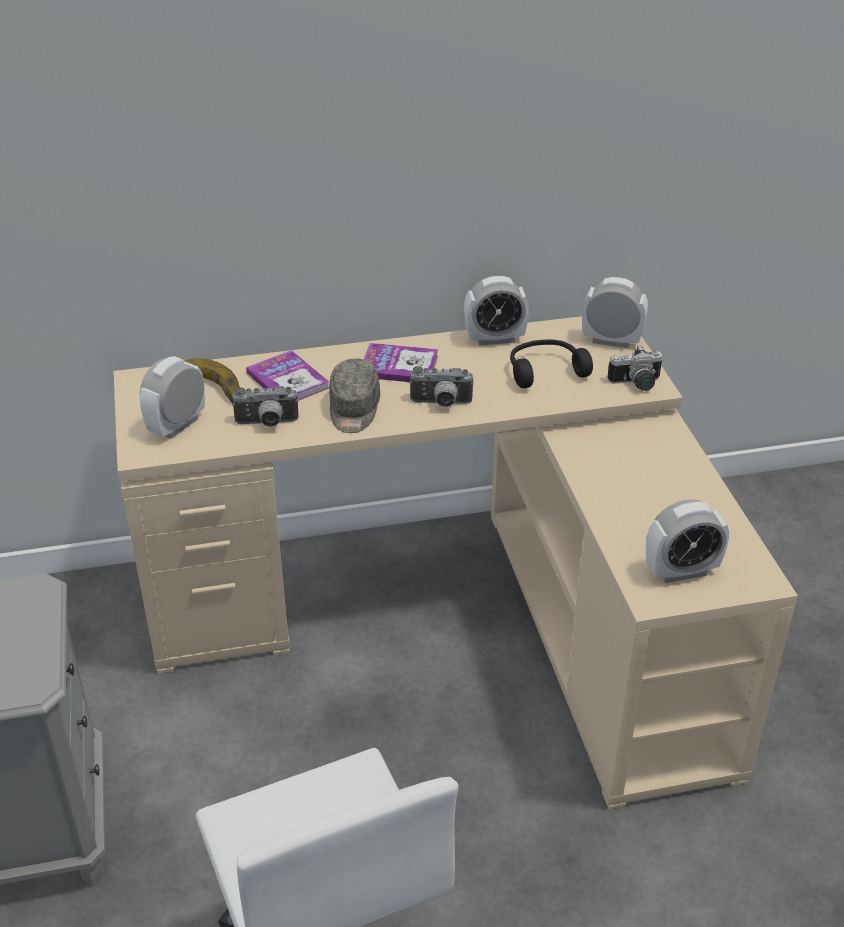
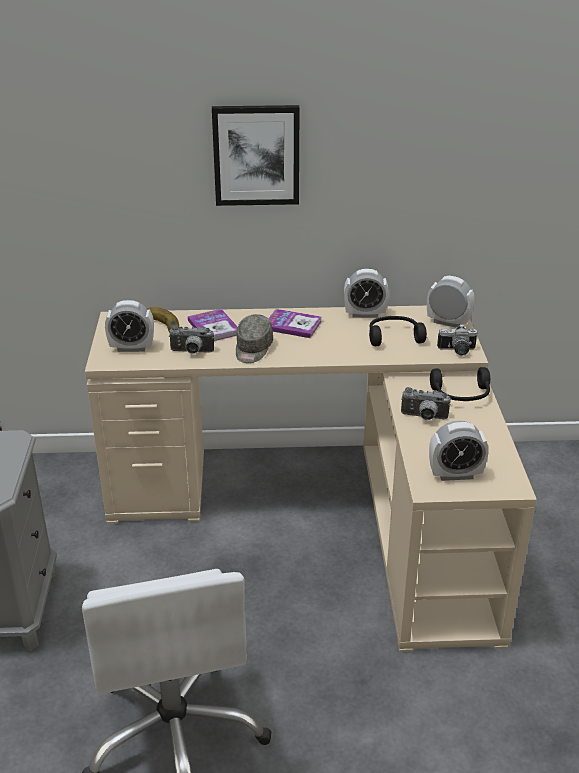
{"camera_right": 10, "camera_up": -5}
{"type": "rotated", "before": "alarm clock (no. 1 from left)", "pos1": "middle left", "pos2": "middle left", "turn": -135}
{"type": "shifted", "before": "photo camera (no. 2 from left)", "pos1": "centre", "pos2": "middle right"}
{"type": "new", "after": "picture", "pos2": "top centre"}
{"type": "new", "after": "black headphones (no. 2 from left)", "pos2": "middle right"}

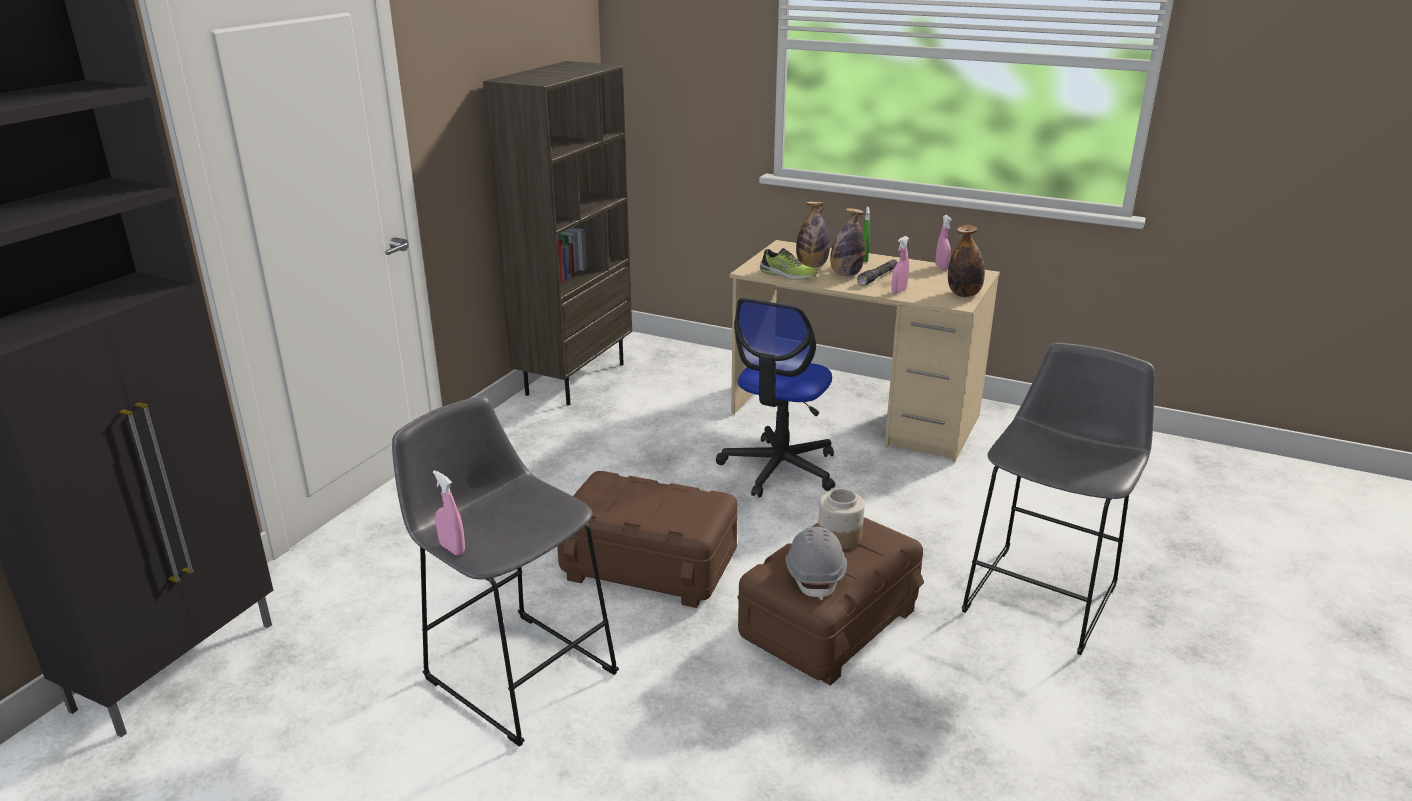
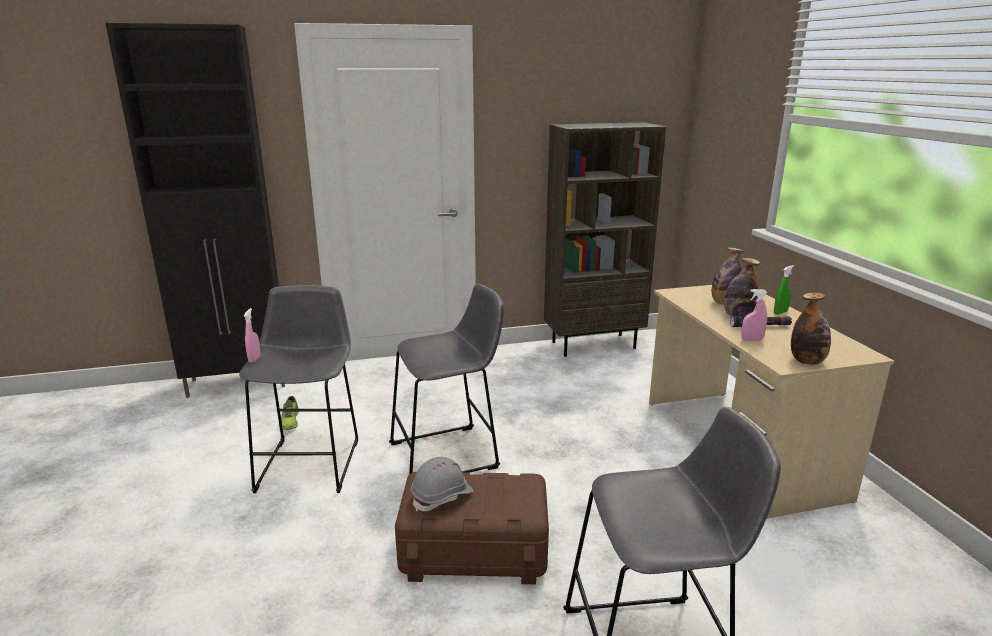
{"camera_right": 50, "camera_up": -5}
{"type": "gone", "before": "pink spray bottle (no. 3 from left)", "pos1": "top right"}
{"type": "shifted", "before": "shoe", "pos1": "top centre", "pos2": "middle left"}
{"type": "gone", "before": "office chair", "pos1": "centre"}
{"type": "swapped", "before": "brown storage box (no. 1 from left)", "after": "grey stool (no. 2 from left)", "pos1": "bottom centre", "pos2": "centre"}
{"type": "gone", "before": "jar", "pos1": "centre"}

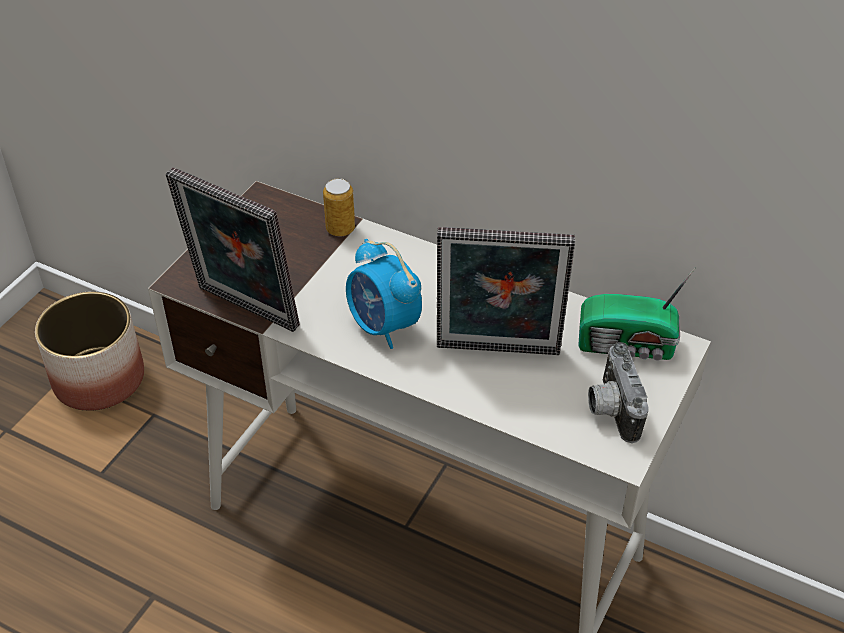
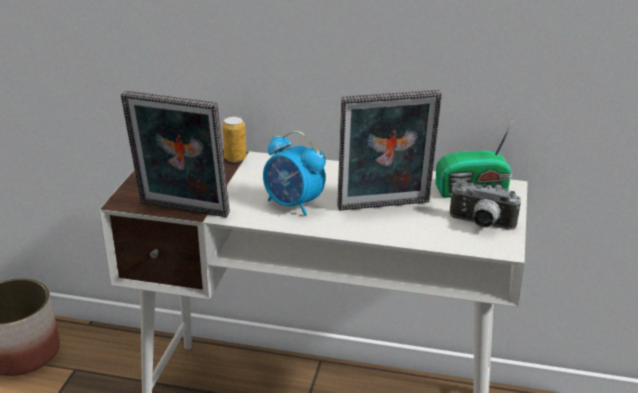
{"camera_right": -15, "camera_up": -15}
{"type": "rotated", "before": "photo camera", "pos1": "middle right", "pos2": "middle right", "turn": -45}

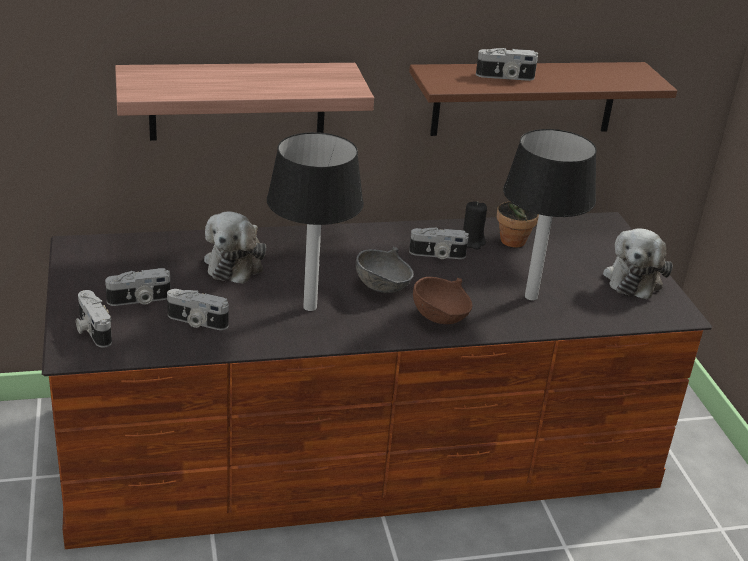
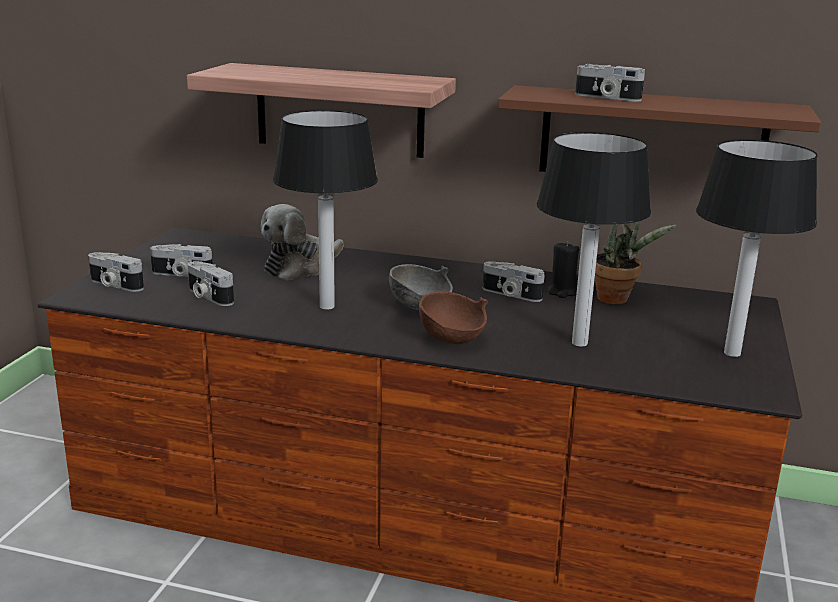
{"camera_right": 30, "camera_up": -10}
{"type": "swapped", "before": "plush toy (no. 2 from left)", "after": "table lamp (no. 3 from left)", "pos1": "middle right", "pos2": "middle right"}
{"type": "rotated", "before": "photo camera (no. 1 from left)", "pos1": "middle left", "pos2": "middle left", "turn": -60}

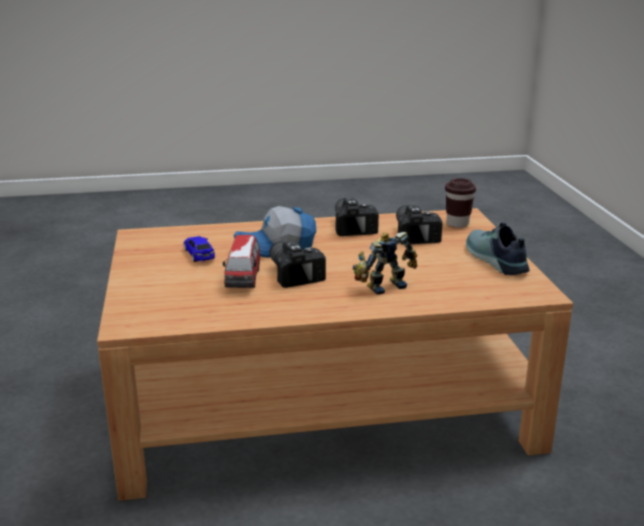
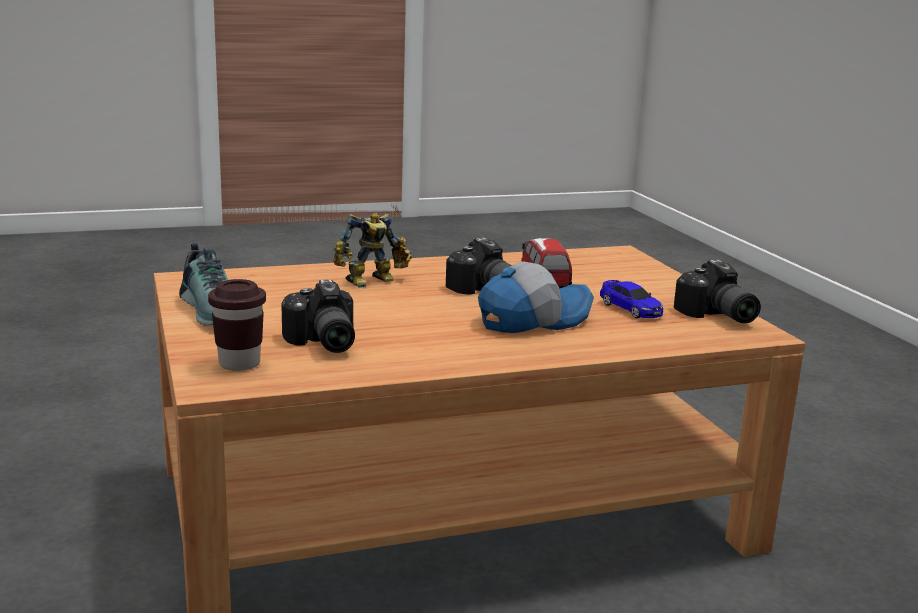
{"camera_right": 170, "camera_up": -5}
{"type": "shifted", "before": "photo camera (no. 2 from left in the first image)", "after": "photo camera (no. 3 from left)", "pos1": "centre", "pos2": "middle right"}

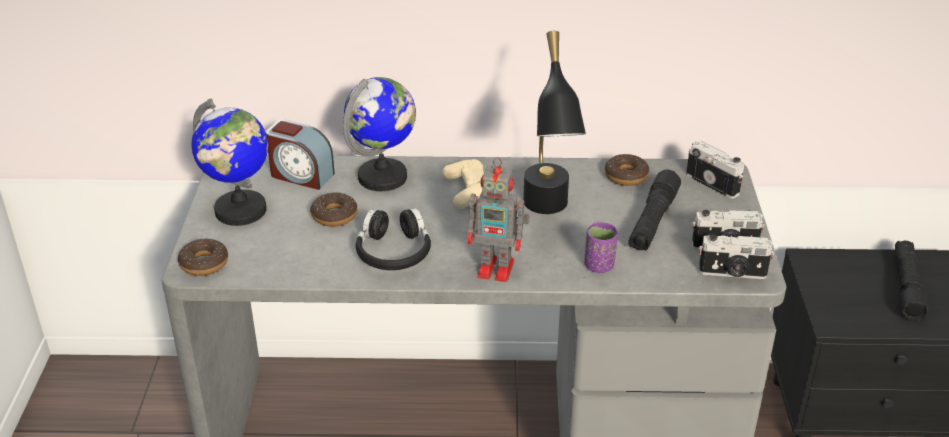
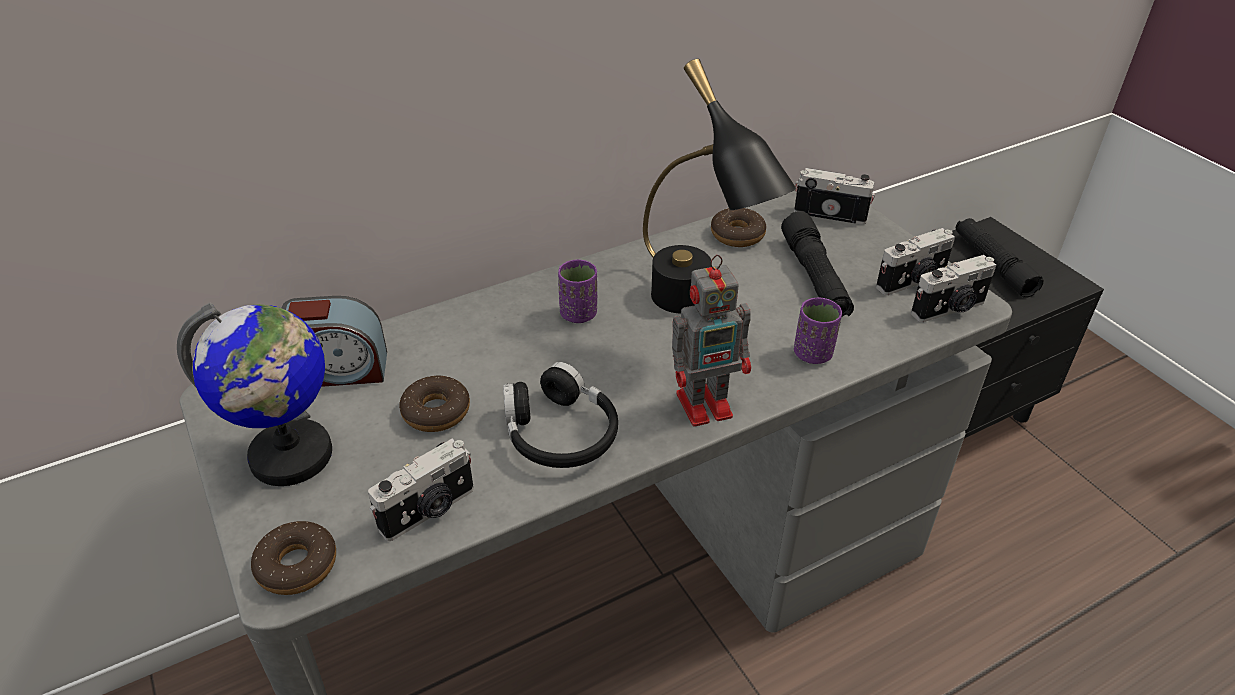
{"camera_right": -30, "camera_up": 5}
{"type": "gone", "before": "globe (no. 2 from left)", "pos1": "top centre"}
{"type": "swapped", "before": "beige game controller", "after": "purple cup (no. 1 from left)", "pos1": "centre", "pos2": "centre"}
{"type": "new", "after": "photo camera (no. 1 from left)", "pos2": "bottom centre"}

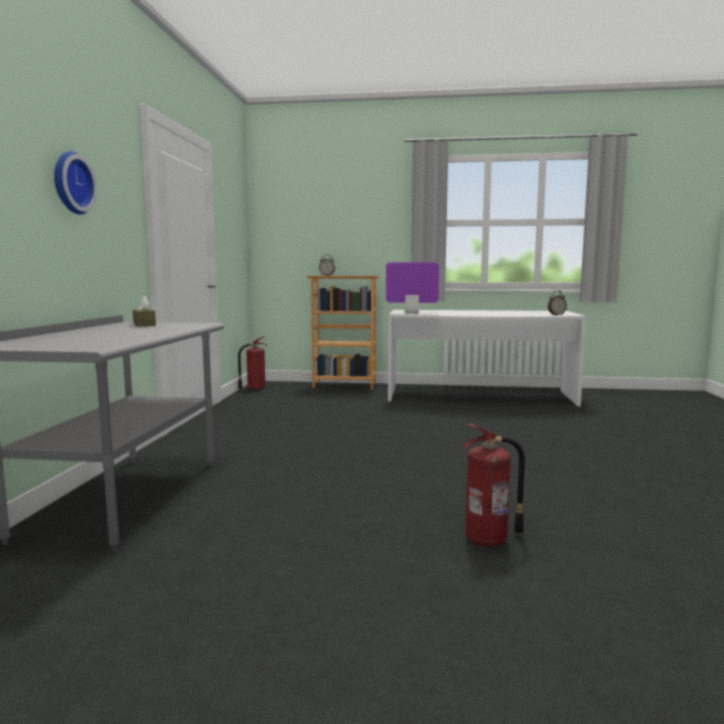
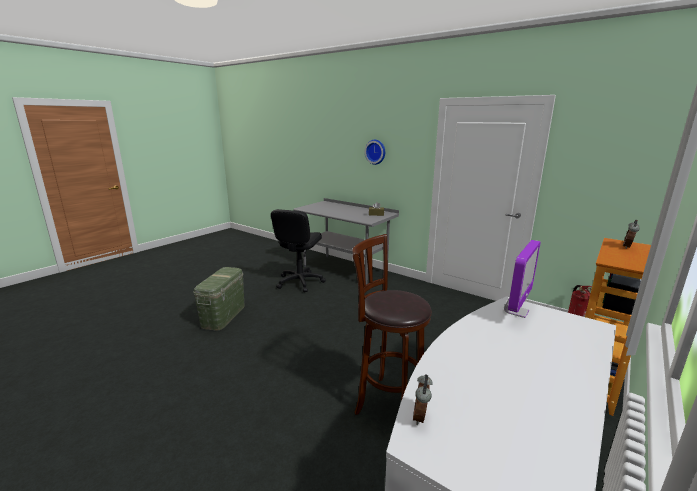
{"camera_right": 120, "camera_up": 10}
{"type": "swapped", "before": "fire extinguisher (no. 2 from left)", "after": "green storage box", "pos1": "bottom right", "pos2": "middle left"}
{"type": "new", "after": "black office chair", "pos2": "centre"}
{"type": "new", "after": "brown stool", "pos2": "centre"}

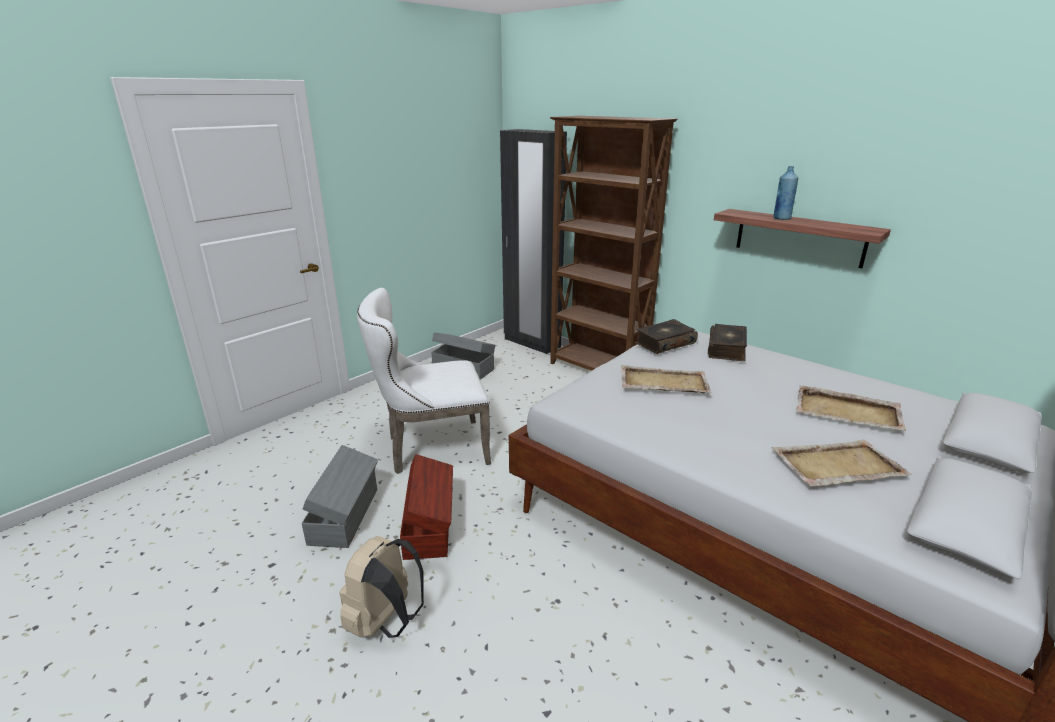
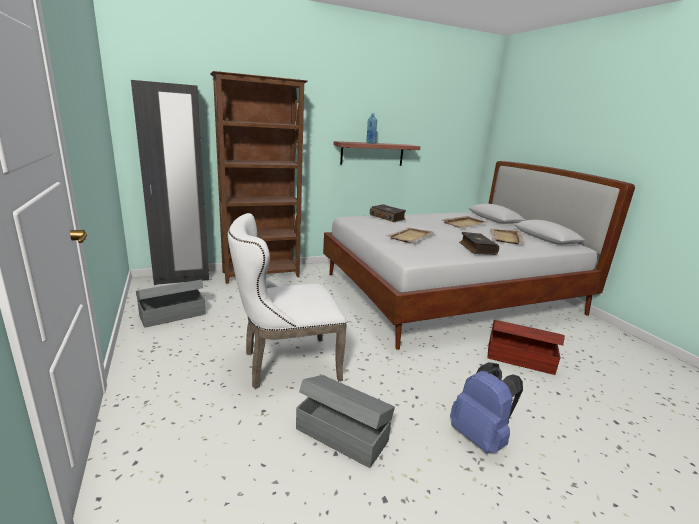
{"camera_right": -65, "camera_up": -5}
{"type": "rotated", "before": "white chair", "pos1": "centre", "pos2": "centre", "turn": 60}
{"type": "shifted", "before": "book (no. 1 from left in the first image)", "after": "book (no. 2 from left)", "pos1": "centre", "pos2": "middle right"}
{"type": "shifted", "before": "brown storage box", "pos1": "bottom centre", "pos2": "middle right"}
{"type": "repainted", "before": "beige backpack", "after": "blue backpack", "pos1": "bottom centre", "pos2": "bottom right"}

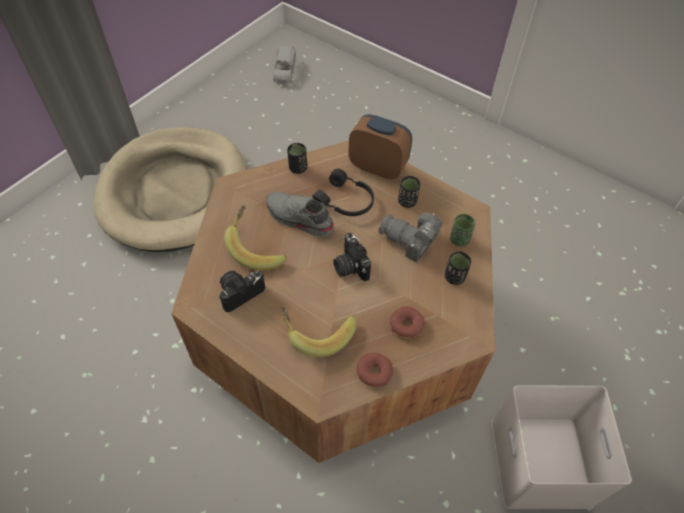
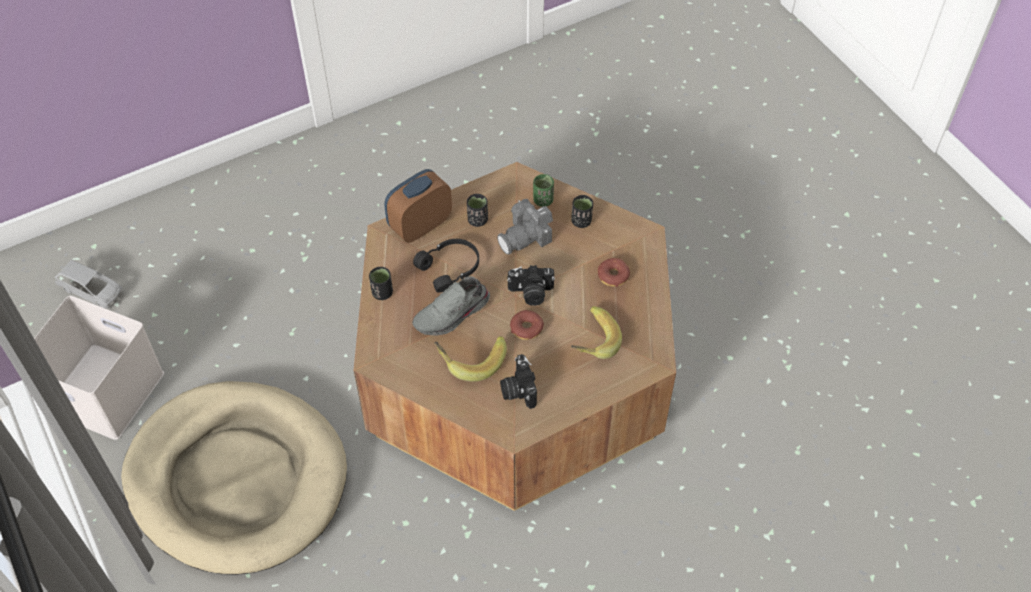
{"camera_right": -65, "camera_up": 0}
{"type": "shifted", "before": "donut (no. 1 from left)", "pos1": "bottom centre", "pos2": "centre"}
{"type": "shifted", "before": "white storage box", "pos1": "bottom right", "pos2": "middle left"}

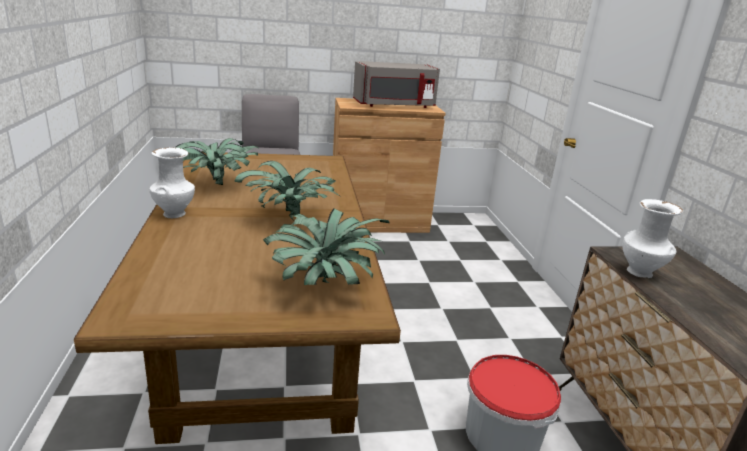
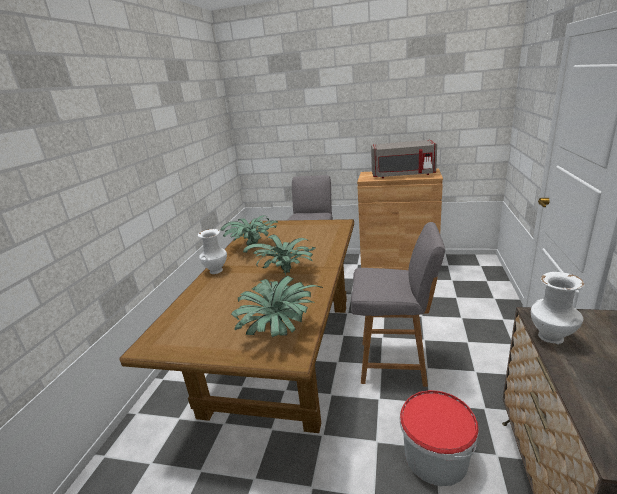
{"camera_right": 25, "camera_up": 0}
{"type": "new", "after": "grey chair (no. 2 from left)", "pos2": "centre"}

